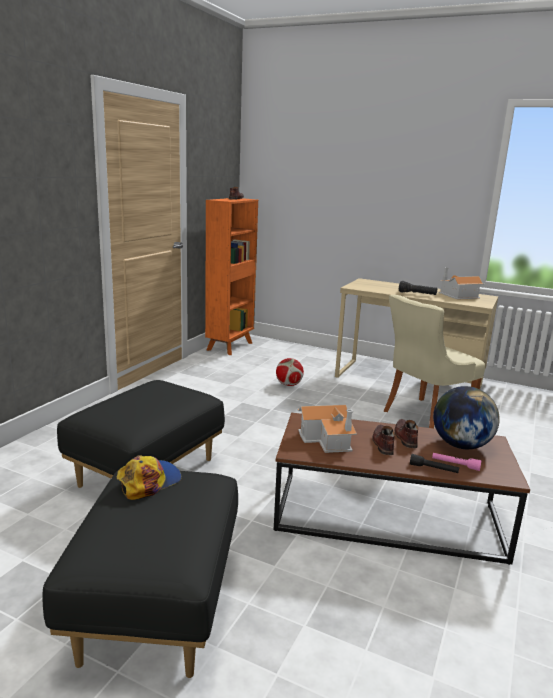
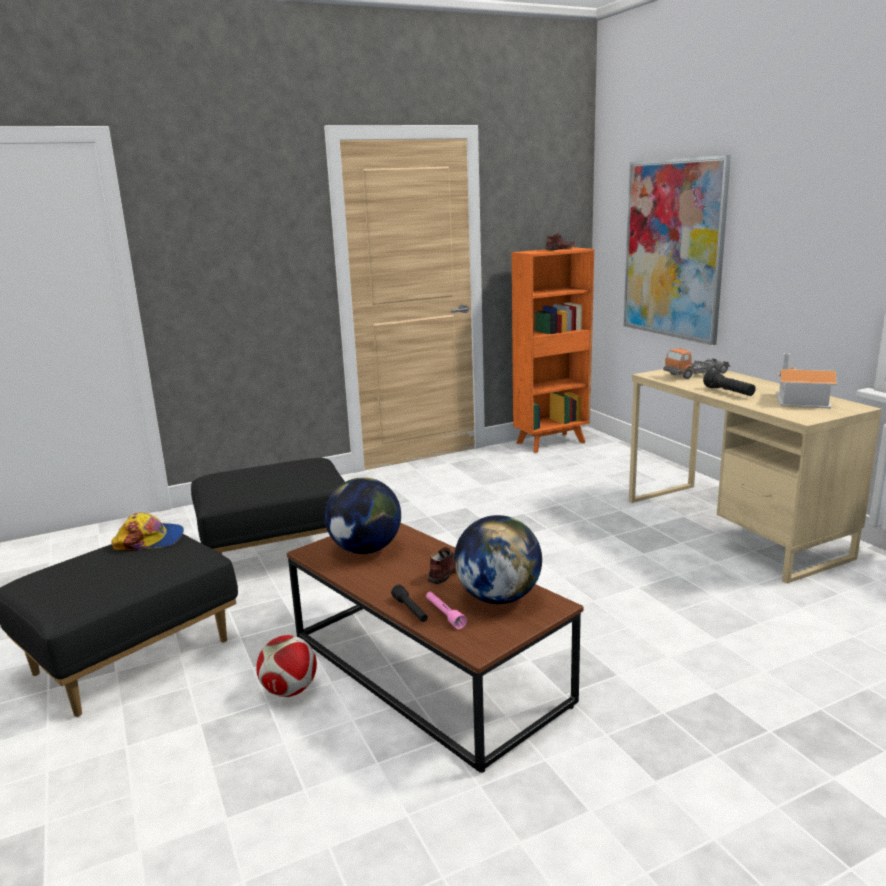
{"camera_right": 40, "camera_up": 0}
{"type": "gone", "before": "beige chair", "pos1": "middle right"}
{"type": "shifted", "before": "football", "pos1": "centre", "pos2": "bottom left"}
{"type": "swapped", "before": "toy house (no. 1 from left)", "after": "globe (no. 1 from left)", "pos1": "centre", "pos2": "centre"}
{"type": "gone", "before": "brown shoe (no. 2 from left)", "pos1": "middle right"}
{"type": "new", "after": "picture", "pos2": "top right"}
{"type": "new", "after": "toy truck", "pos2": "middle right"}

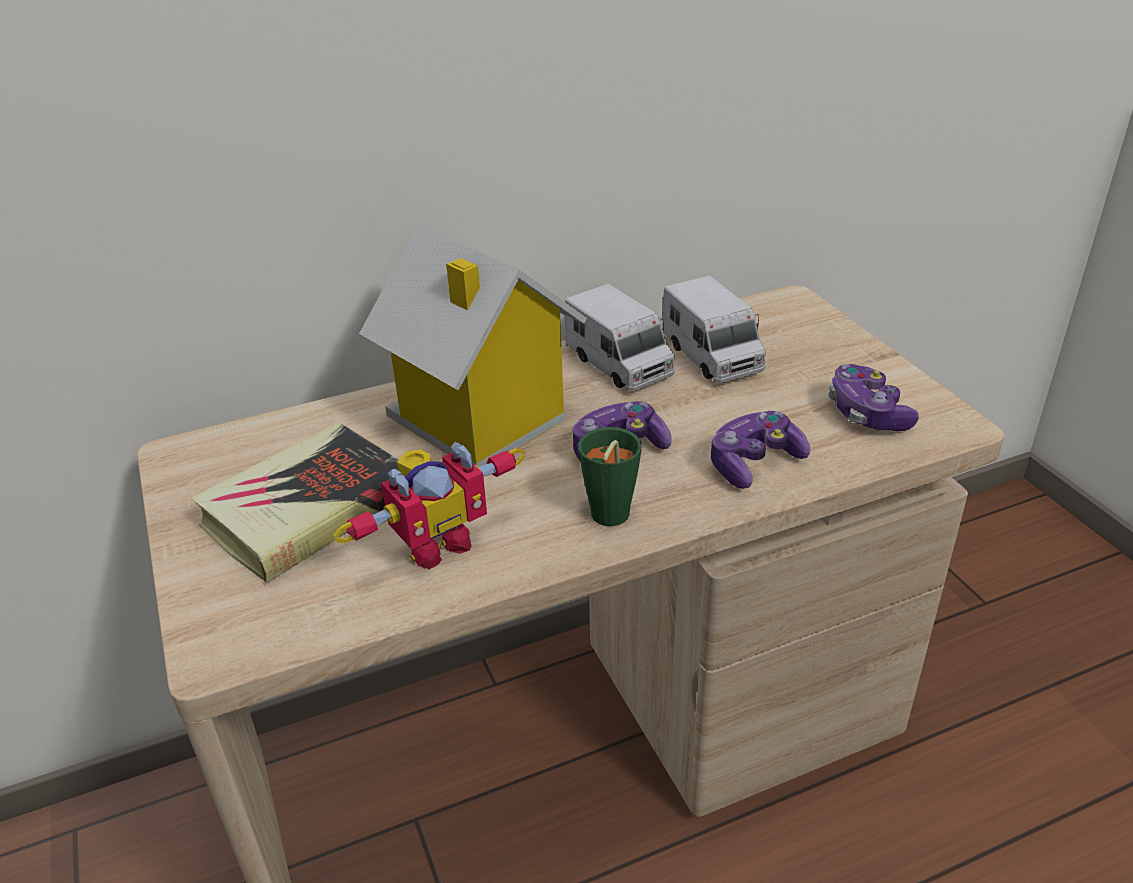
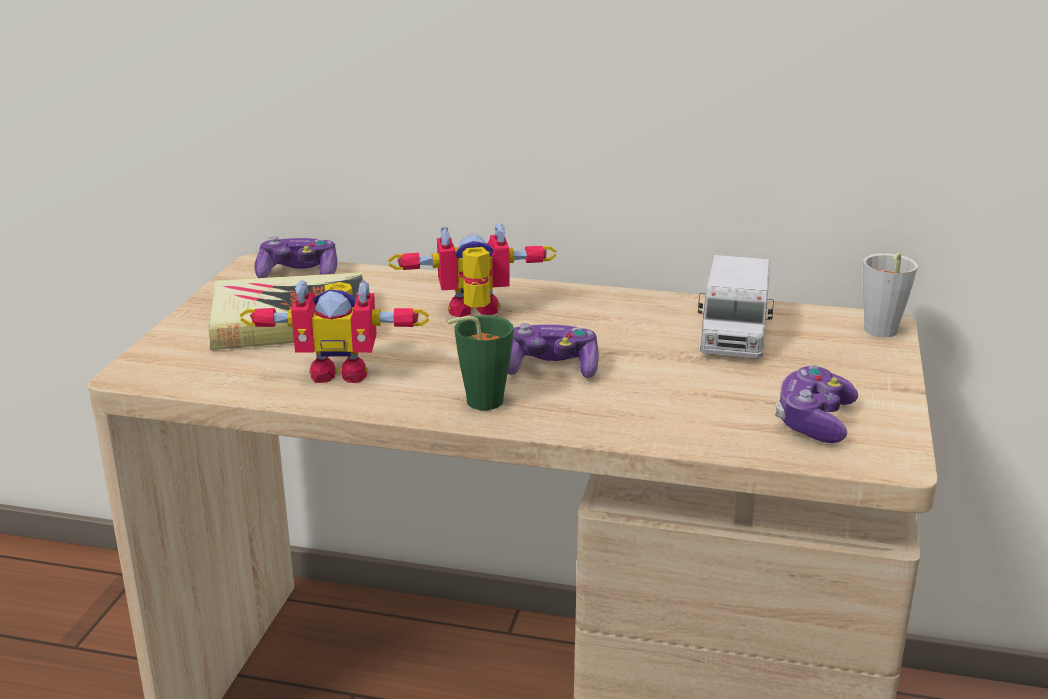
{"camera_right": 35, "camera_up": -10}
{"type": "swapped", "before": "toy house", "after": "toy robot (no. 2 from left)", "pos1": "centre", "pos2": "centre"}
{"type": "gone", "before": "toy truck (no. 1 from left)", "pos1": "centre"}
{"type": "shifted", "before": "game controller (no. 2 from left in the first image)", "after": "game controller (no. 1 from left)", "pos1": "middle right", "pos2": "middle left"}
{"type": "new", "after": "grey cup", "pos2": "middle right"}

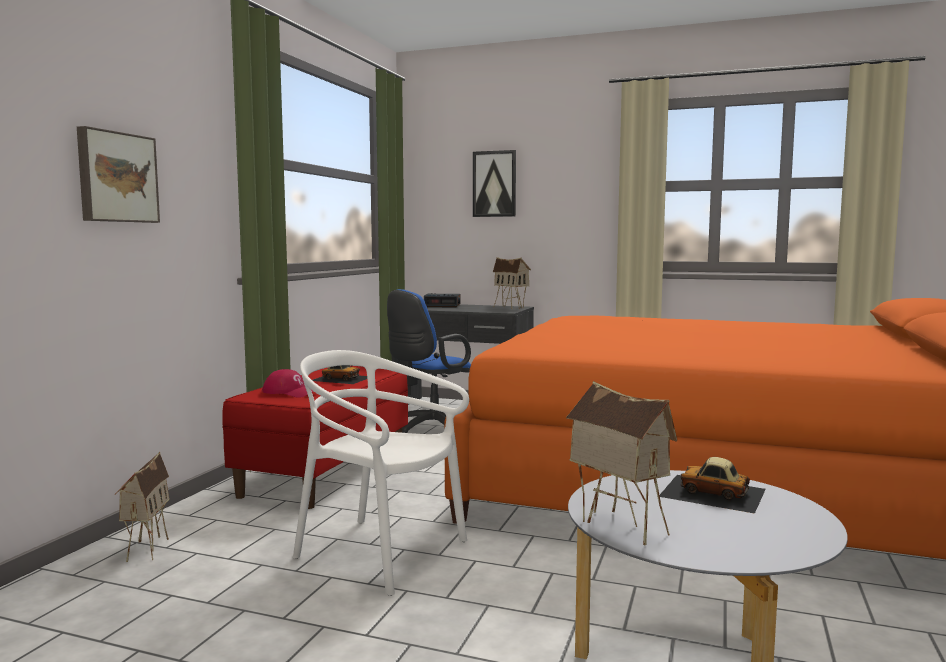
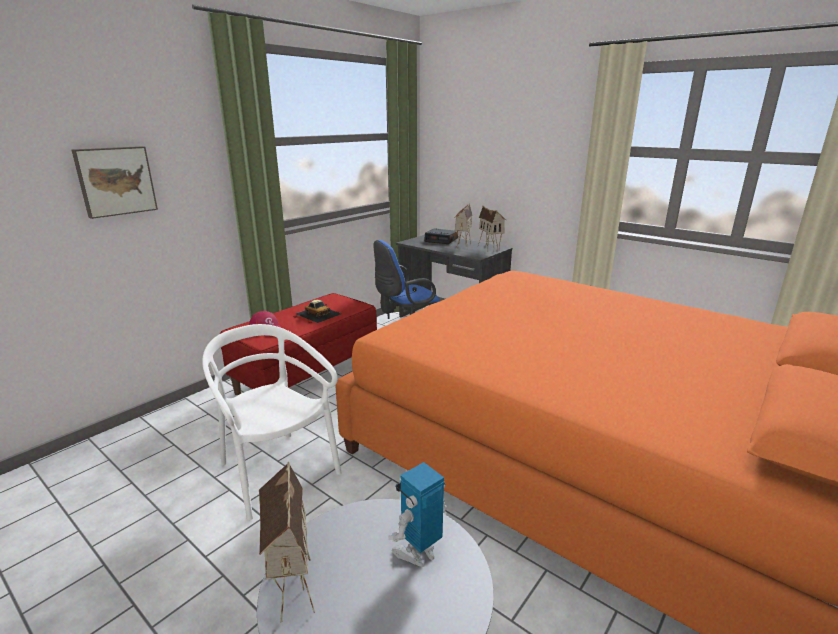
{"camera_right": 20, "camera_up": 15}
{"type": "gone", "before": "picture (no. 2 from left)", "pos1": "top centre"}
{"type": "shifted", "before": "toy house (no. 1 from left in the first image)", "after": "toy house (no. 2 from left)", "pos1": "bottom left", "pos2": "centre"}
{"type": "swapped", "before": "toy car (no. 2 from left)", "after": "toy robot", "pos1": "bottom right", "pos2": "bottom centre"}

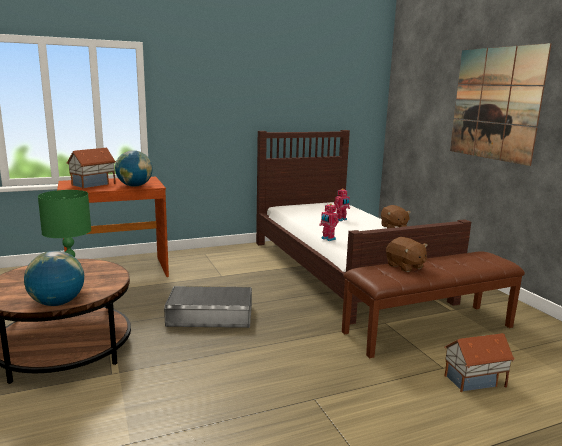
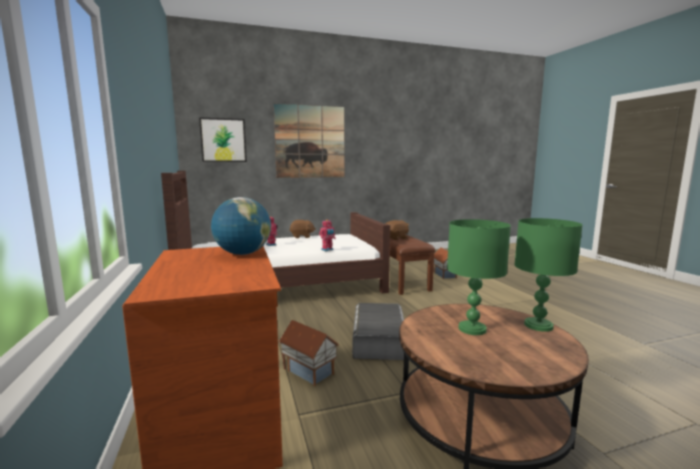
{"camera_right": -85, "camera_up": -5}
{"type": "shifted", "before": "toy house (no. 1 from left)", "pos1": "middle left", "pos2": "bottom centre"}
{"type": "swapped", "before": "globe (no. 1 from left)", "after": "green table lamp (no. 2 from left)", "pos1": "middle left", "pos2": "middle right"}
{"type": "new", "after": "picture (no. 1 from left)", "pos2": "top left"}

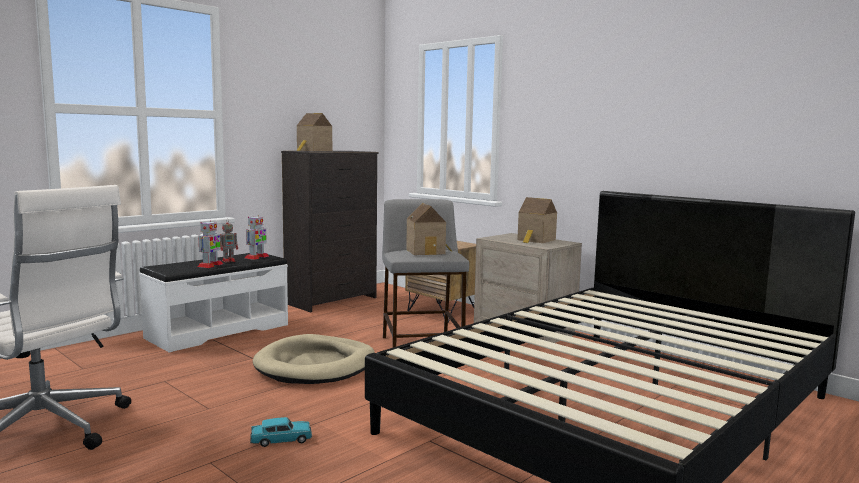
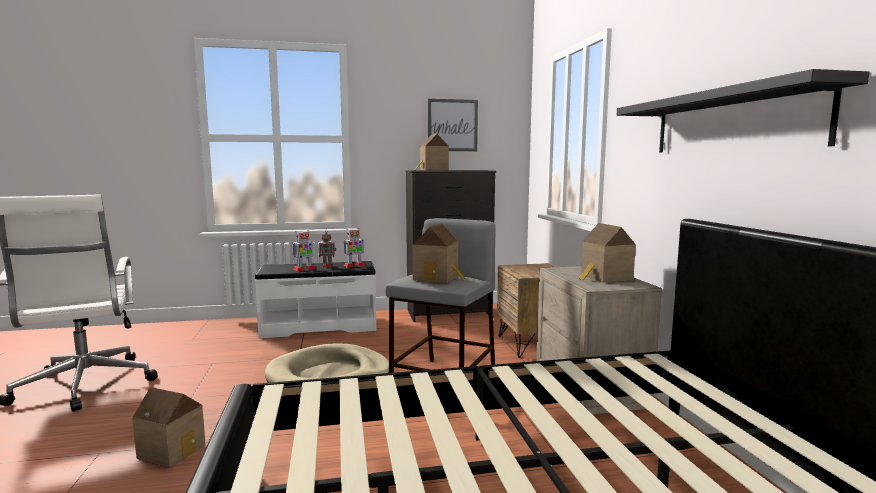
{"camera_right": 35, "camera_up": 0}
{"type": "swapped", "before": "turquoise toy car", "after": "toy house (no. 1 from left)", "pos1": "bottom left", "pos2": "bottom left"}
{"type": "new", "after": "black shelf", "pos2": "top right"}
{"type": "new", "after": "picture", "pos2": "top centre"}

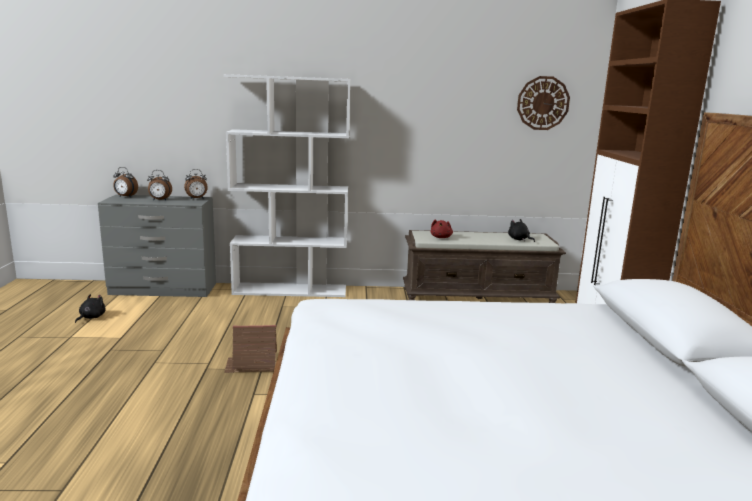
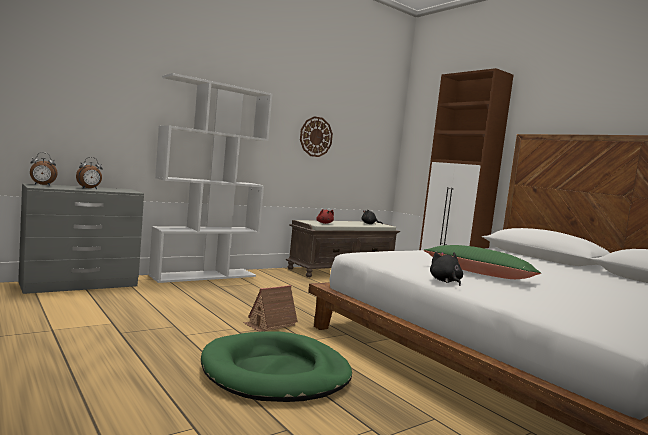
{"camera_right": -35, "camera_up": -10}
{"type": "shifted", "before": "wall clock", "pos1": "top right", "pos2": "top centre"}
{"type": "gone", "before": "alarm clock (no. 3 from left)", "pos1": "middle left"}
{"type": "shifted", "before": "black plush toy (no. 1 from left in the first image)", "after": "black plush toy (no. 2 from left)", "pos1": "middle left", "pos2": "middle right"}
{"type": "new", "after": "green pillow", "pos2": "middle right"}
{"type": "new", "after": "green dog bed", "pos2": "bottom centre"}

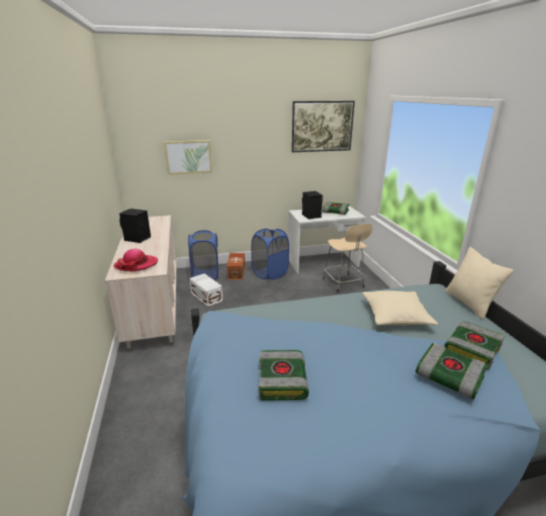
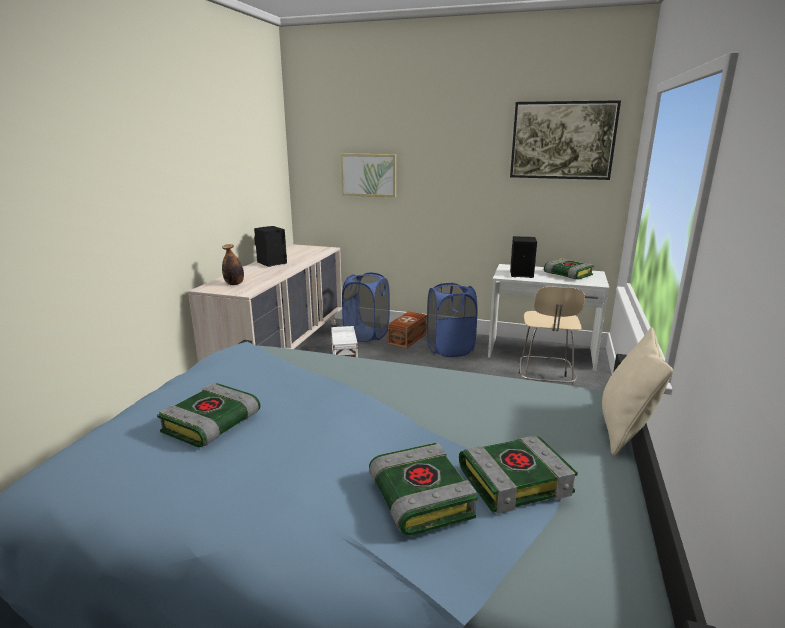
{"camera_right": 30, "camera_up": -5}
{"type": "swapped", "before": "hat", "after": "bottle", "pos1": "middle left", "pos2": "middle left"}
{"type": "gone", "before": "beige pillow (no. 1 from left)", "pos1": "middle right"}

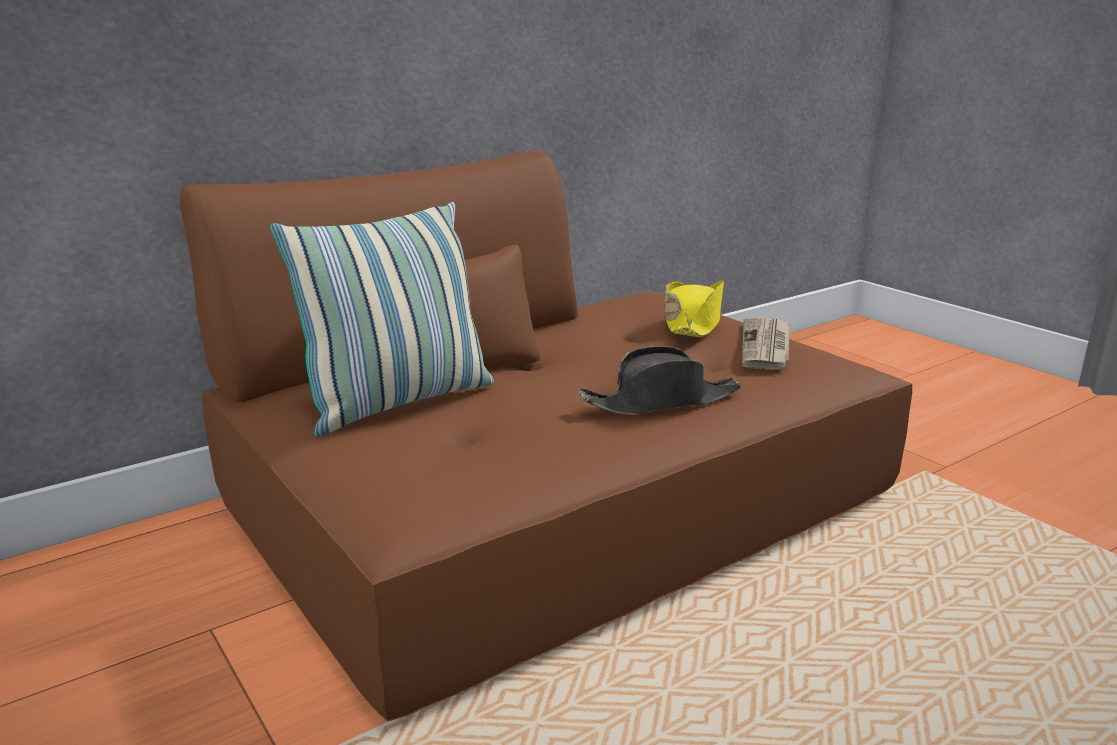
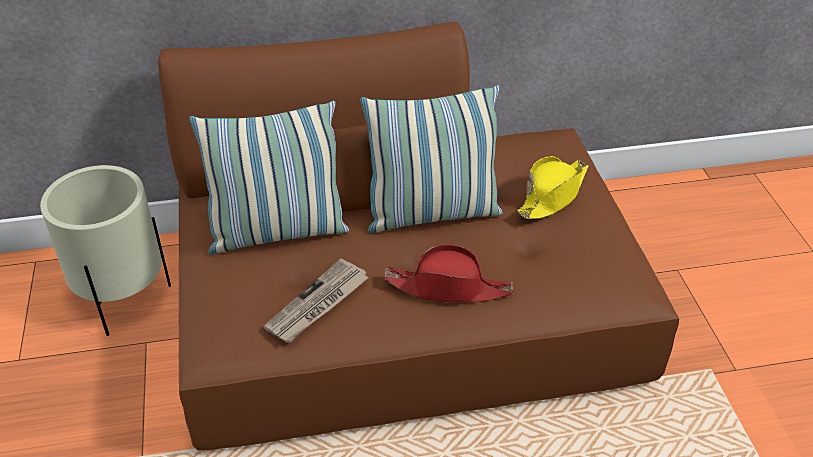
{"camera_right": 25, "camera_up": 20}
{"type": "shifted", "before": "newspaper", "pos1": "middle right", "pos2": "centre"}
{"type": "repainted", "before": "black hat", "after": "red hat", "pos1": "centre", "pos2": "centre"}
{"type": "new", "after": "pillow (no. 2 from left)", "pos2": "centre"}
{"type": "new", "after": "beige planter", "pos2": "middle left"}

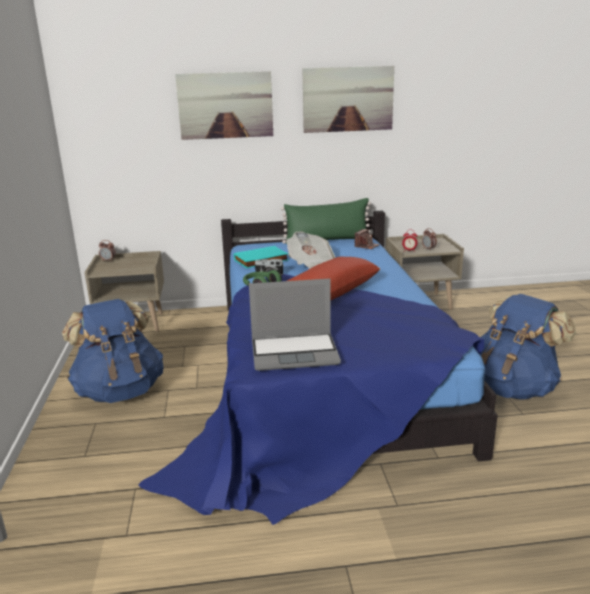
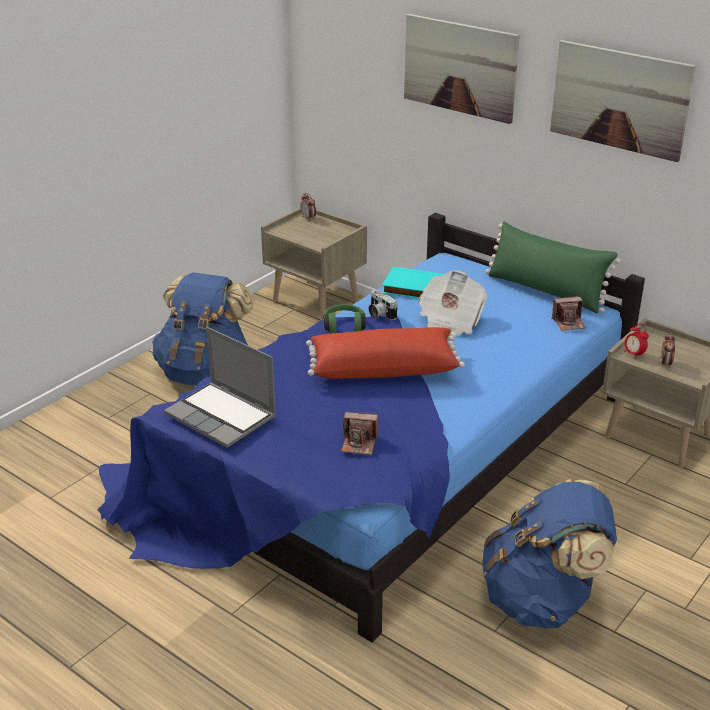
{"camera_right": 45, "camera_up": 10}
{"type": "new", "after": "photo camera (no. 1 from left)", "pos2": "centre"}

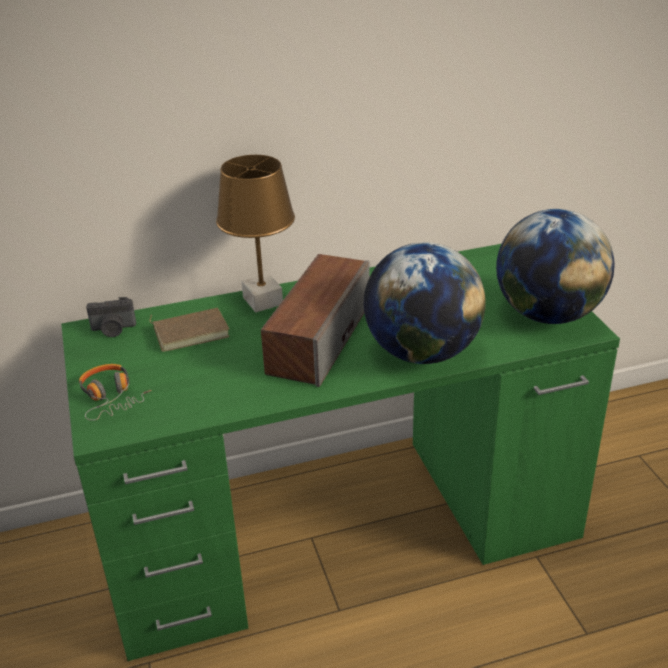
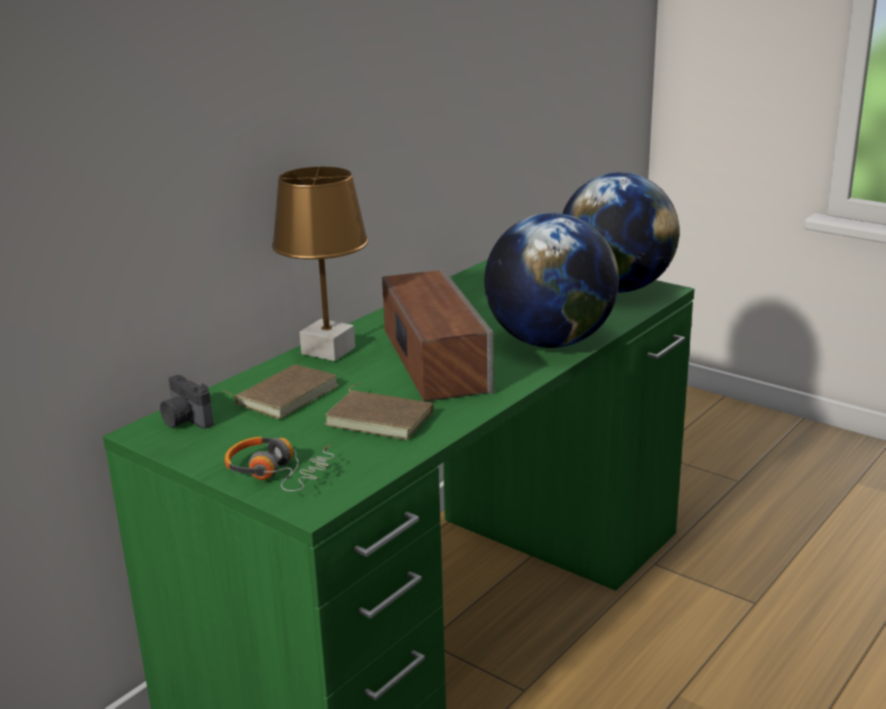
{"camera_right": -35, "camera_up": -10}
{"type": "rotated", "before": "photo camera", "pos1": "middle left", "pos2": "middle left", "turn": 90}
{"type": "new", "after": "brown book (no. 2 from left)", "pos2": "centre"}

